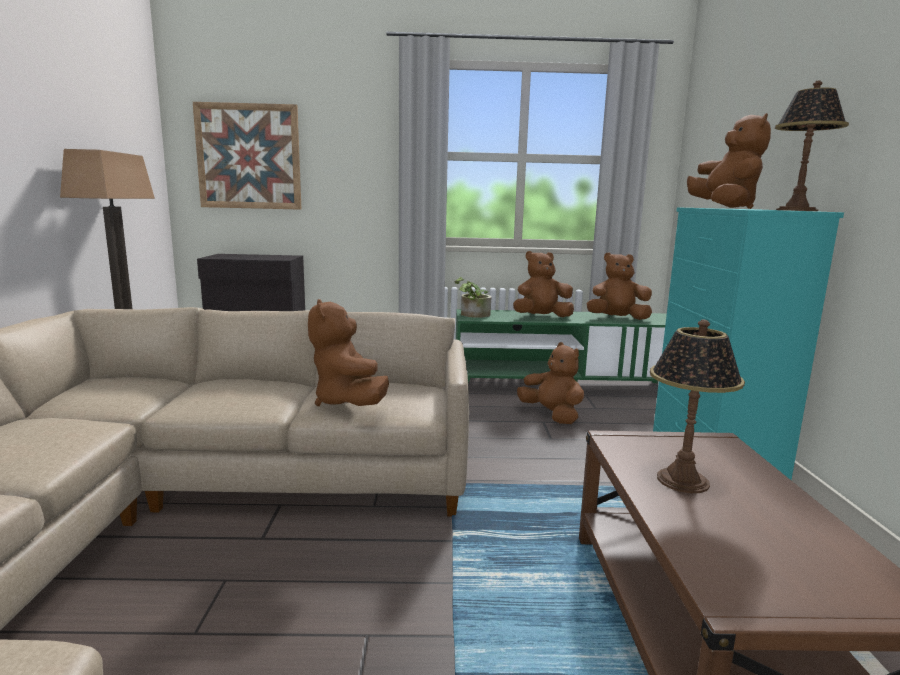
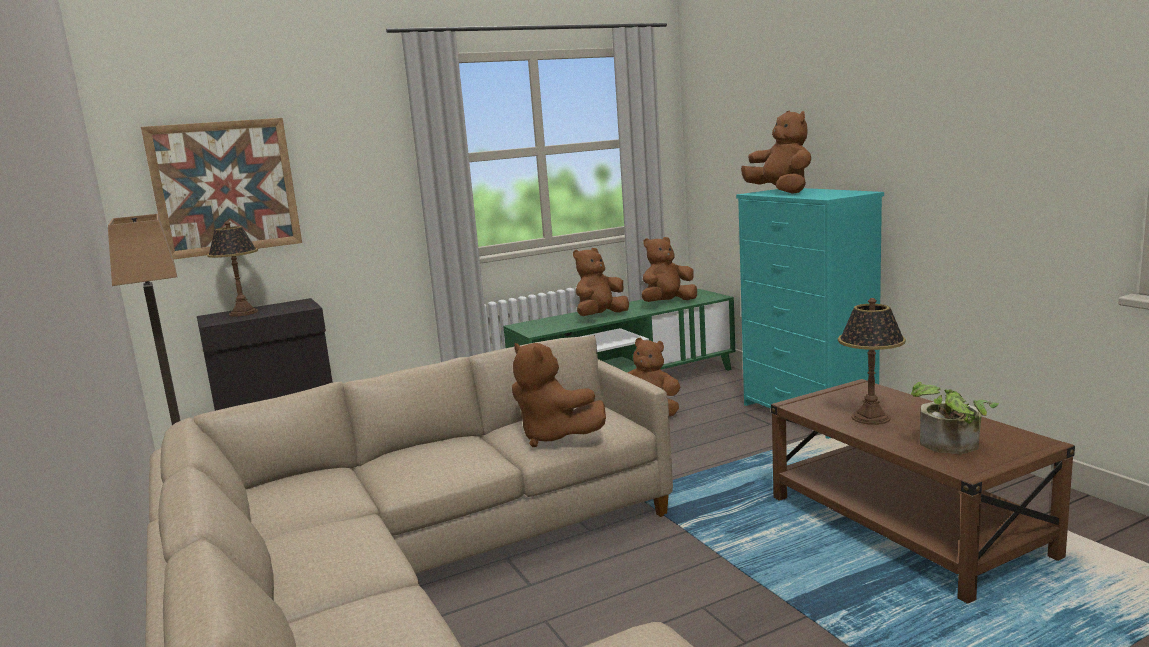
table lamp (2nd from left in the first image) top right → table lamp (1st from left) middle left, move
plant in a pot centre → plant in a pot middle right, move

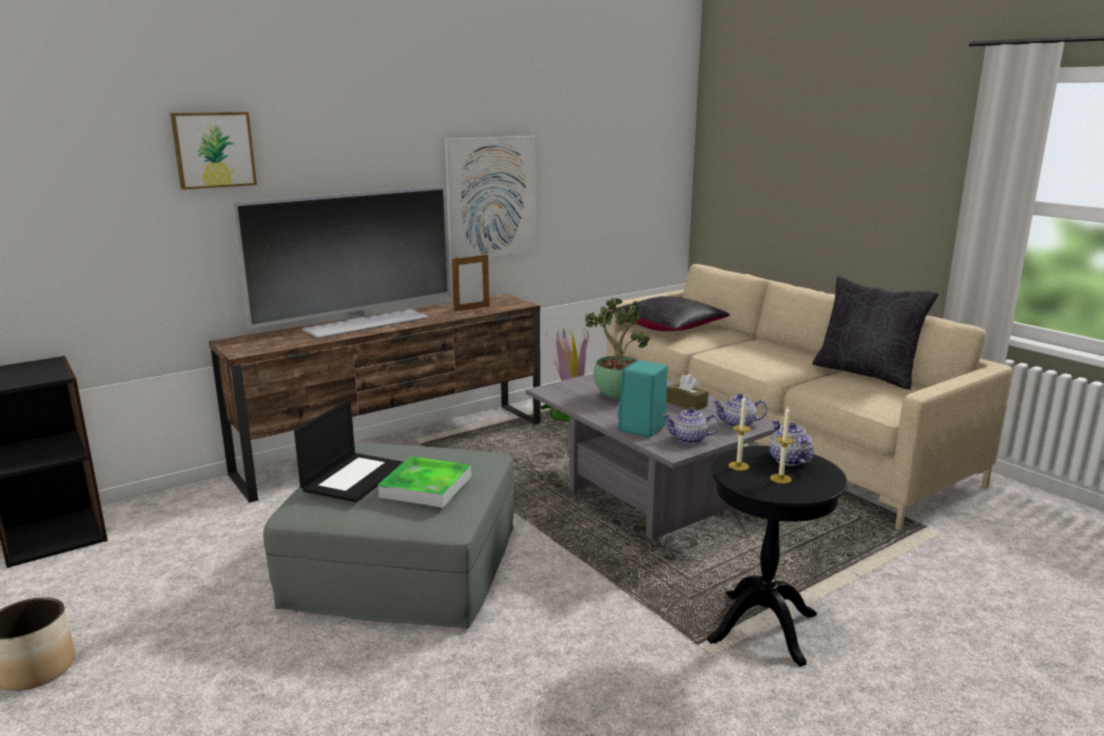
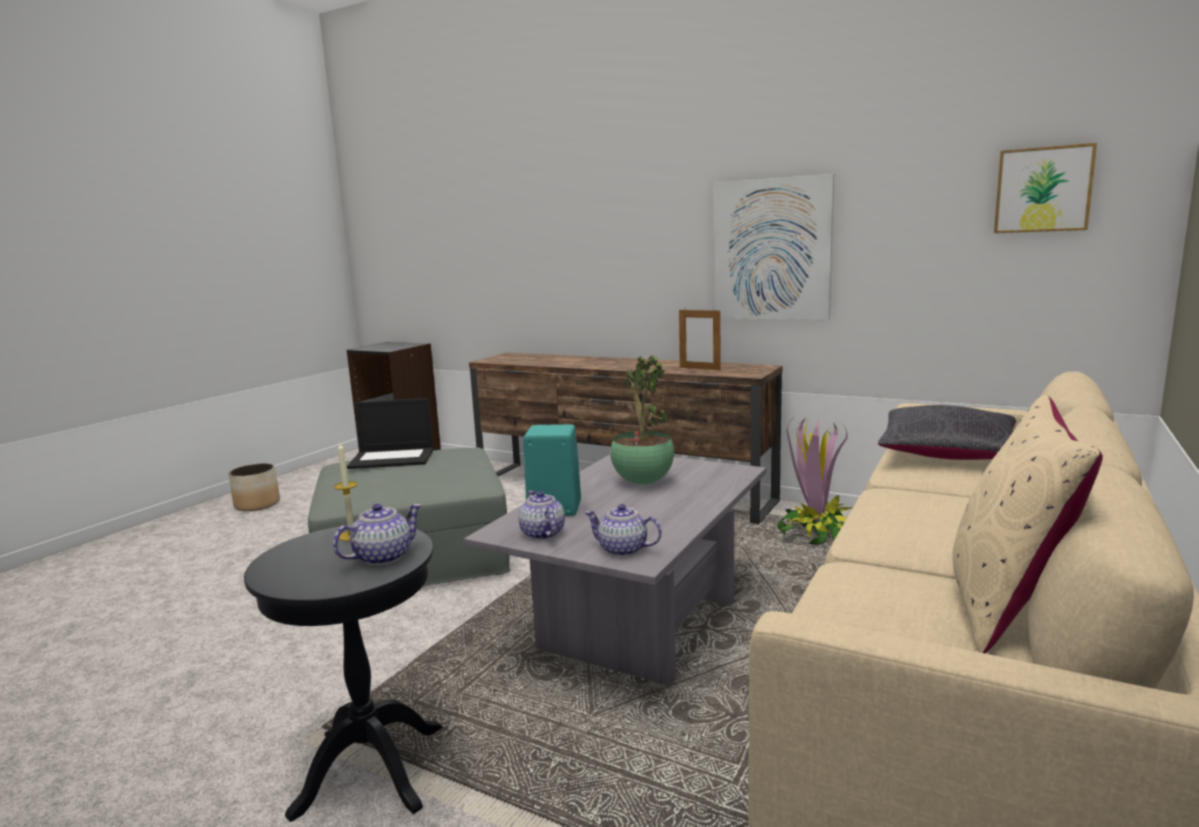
wall art (1st from left in the first image) top left → wall art (2nd from left) top right, move
TV set middle left → -
blackish cushion (2nd from left) middle right → beige-coloured cushion middle right
brownish box of tissues centre → -
tea pot (2nd from left in the first image) middle right → tea pot (3rd from left) centre, 45 degrees counterclockwise
wax light (2nd from left) middle right → -
serving tray centre → -

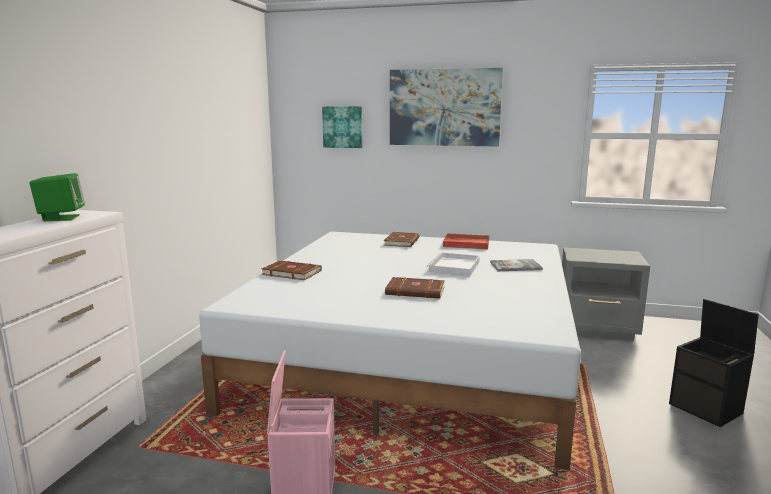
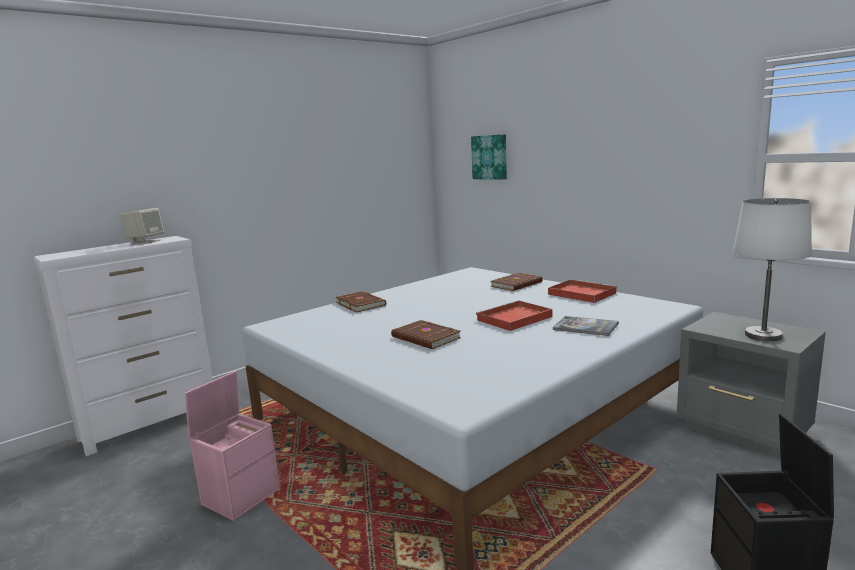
wall art (2nd from left) top centre → -
green speaker middle left → beige-coloured speaker middle left
whitish serving tray centre → reddish serving tray (1st from left) centre
- → whitish table lamp middle right

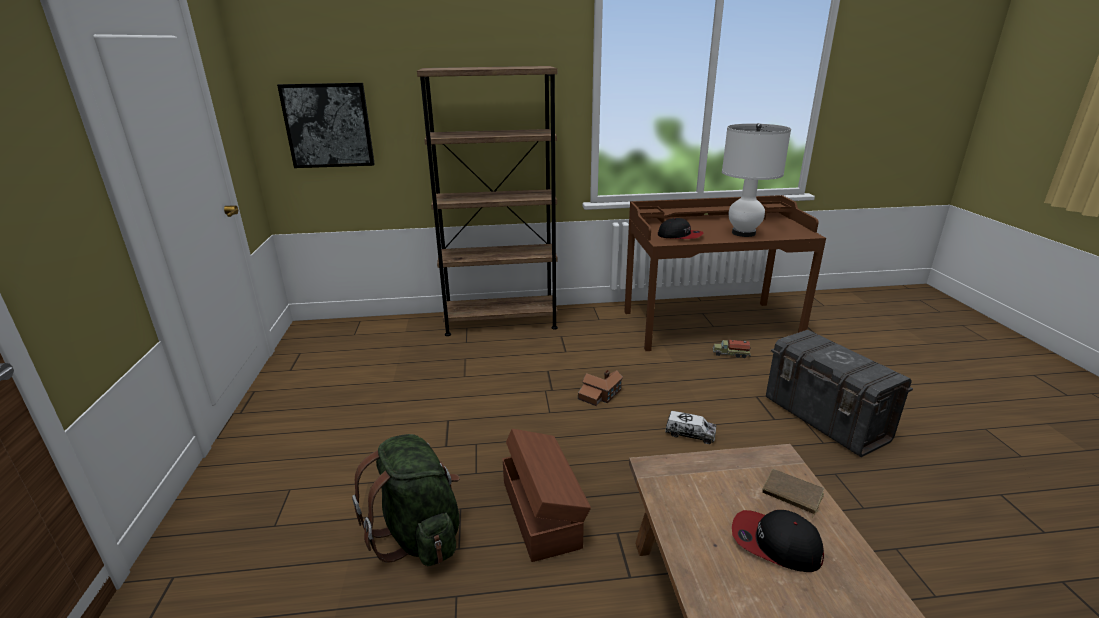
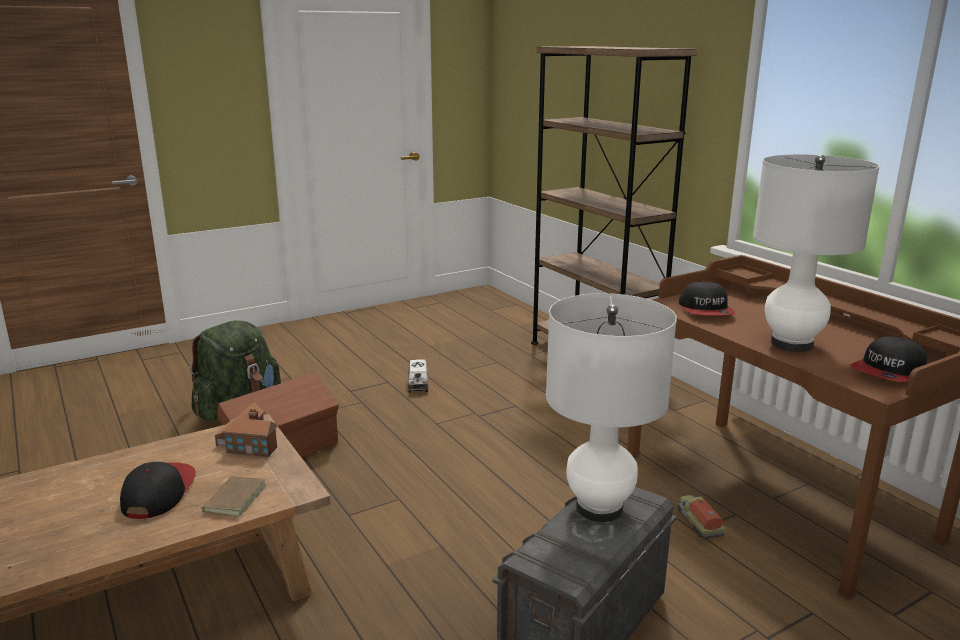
wall art top left → -
miniature house centre → miniature house bottom left, move
toy truck (1st from left) bottom centre → toy truck (1st from left) centre, move
- → whitish table lamp (1st from left) centre
- → baseball cap (3rd from left) middle right

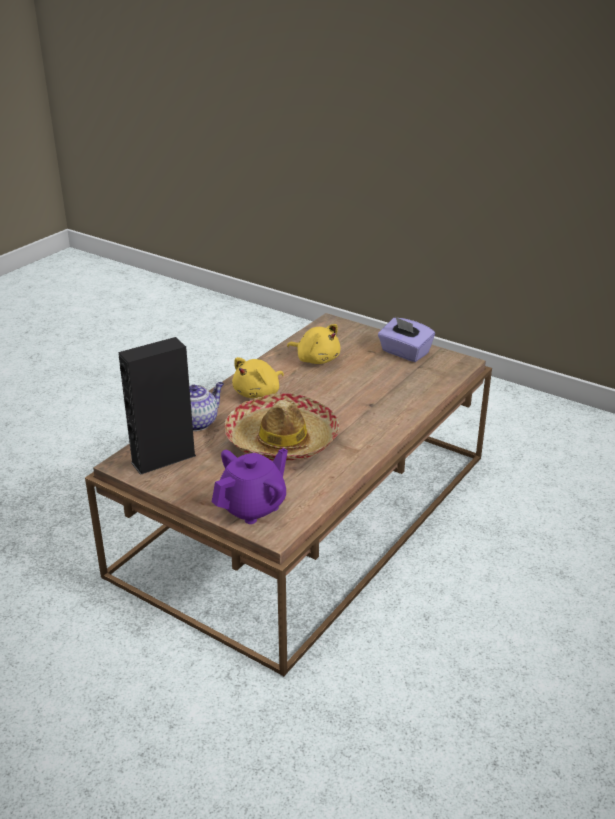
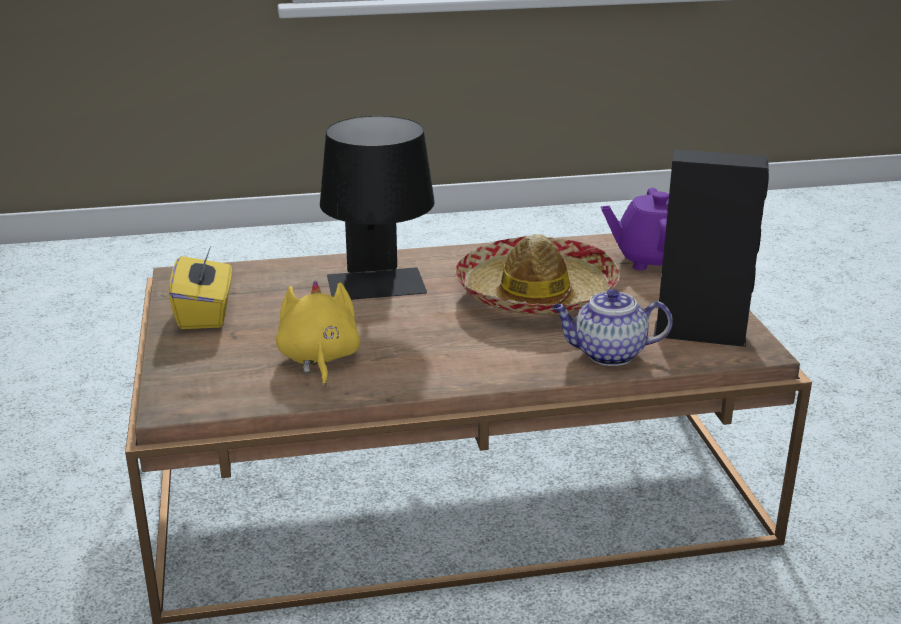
purplish box of tissues centre → yellow-coloured box of tissues middle left
yellow-coloured cuddly toy (1st from left) centre → -
- → blackish table lamp centre

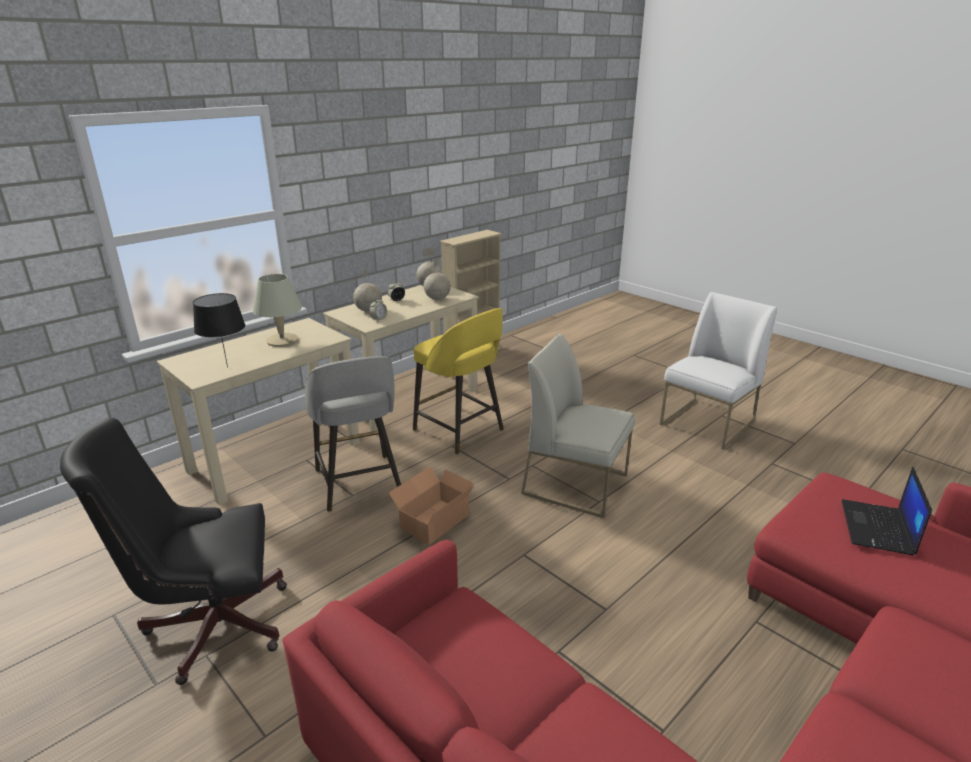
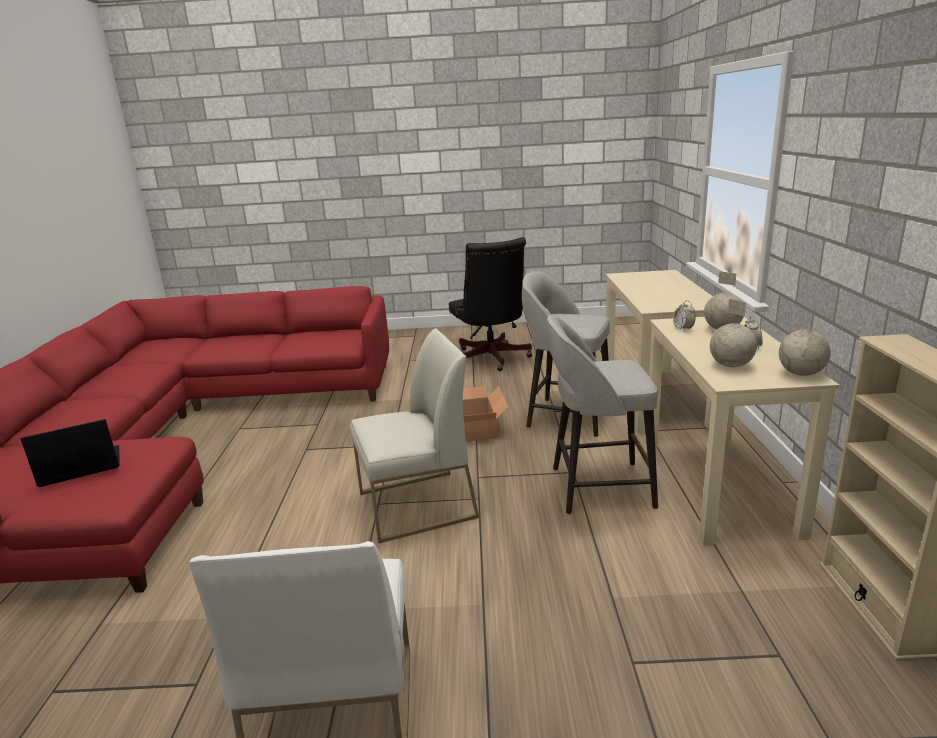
beige-coloured table lamp middle left → -
blackish table lamp middle left → -
yellow-coloured stool centre → gray stool (2nd from left) centre
blackish office chair bottom left → blackish office chair centre, 135 degrees clockwise
notebook computer bottom right → notebook computer middle left, 90 degrees counterclockwise

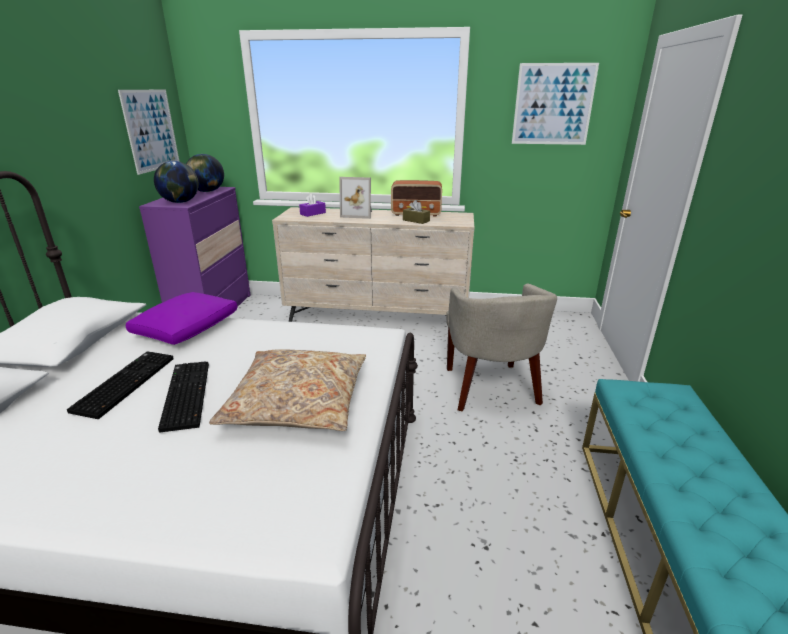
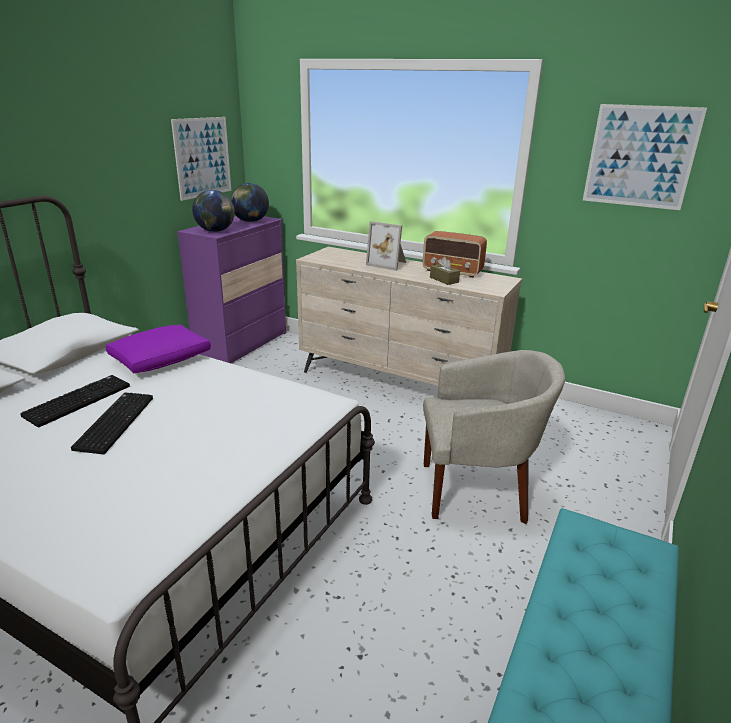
purplish box of tissues top centre → -
beige-coloured easy chair centre → beige-coloured easy chair middle right, 105 degrees counterclockwise
beige-coloured cushion centre → -

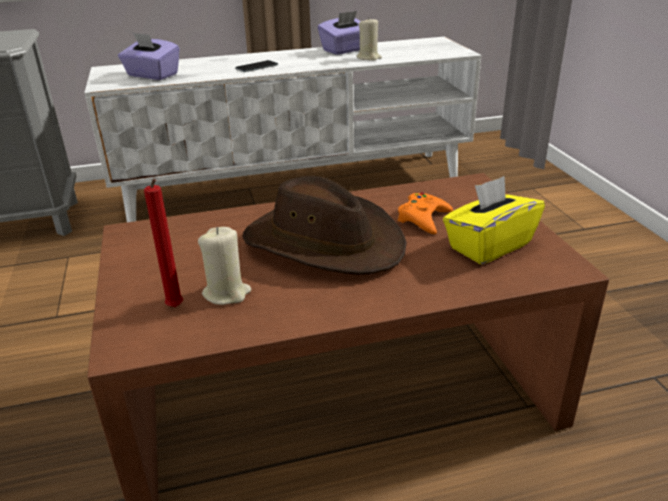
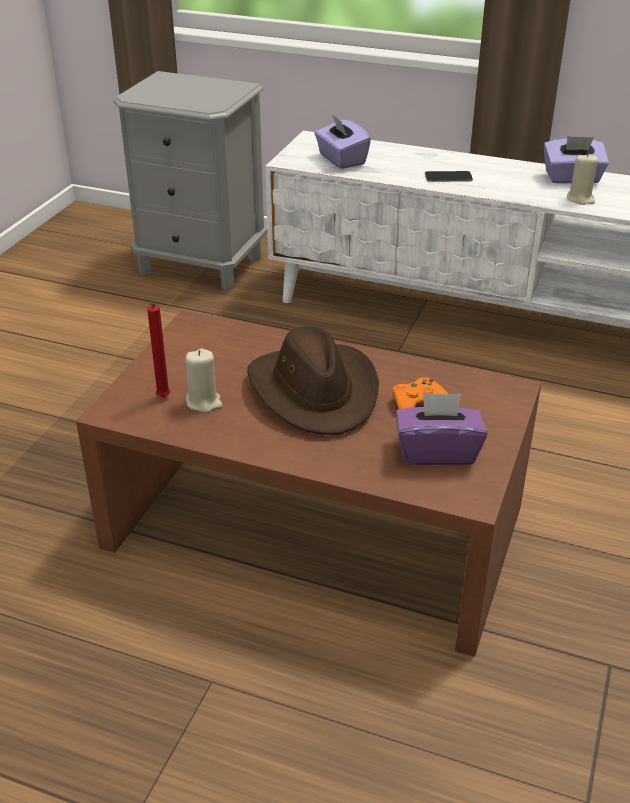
yellow-coloured box of tissues middle right → purplish box of tissues (2nd from left) middle right

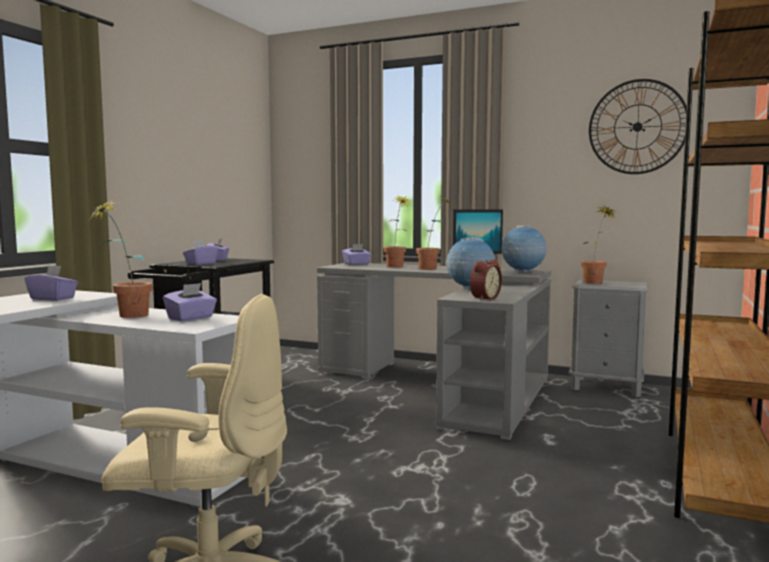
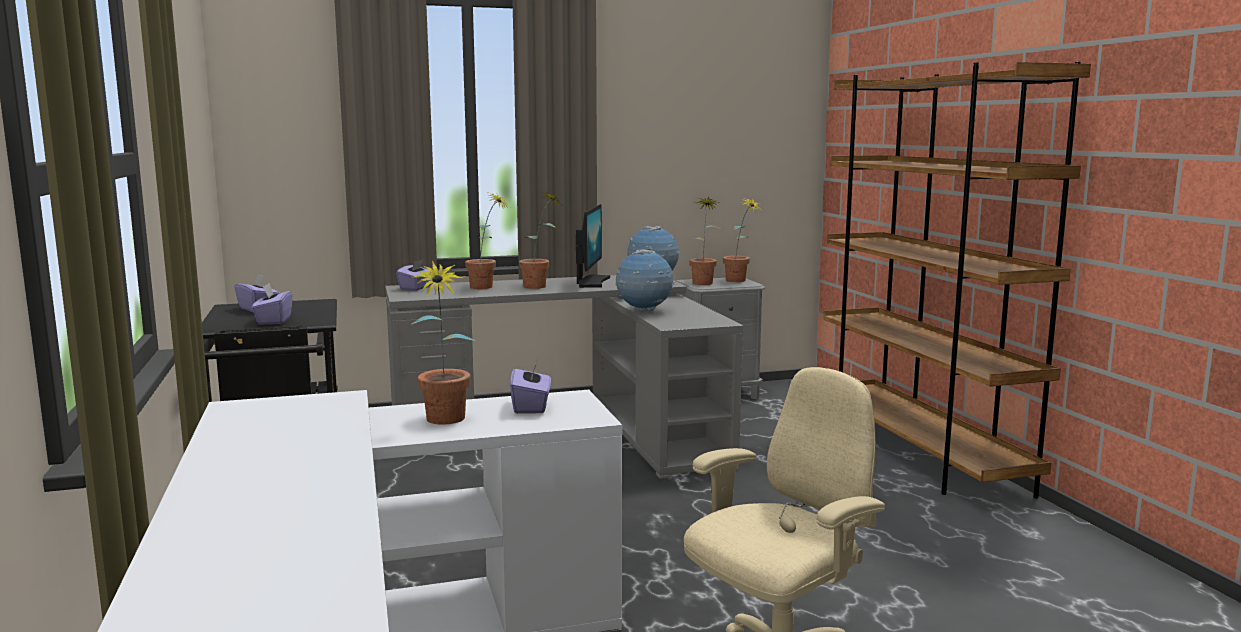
wall clock top right → -
alarm clock centre → -
purplish box of tissues (1st from left) middle left → -
- → plant in a pot (5th from left) centre

